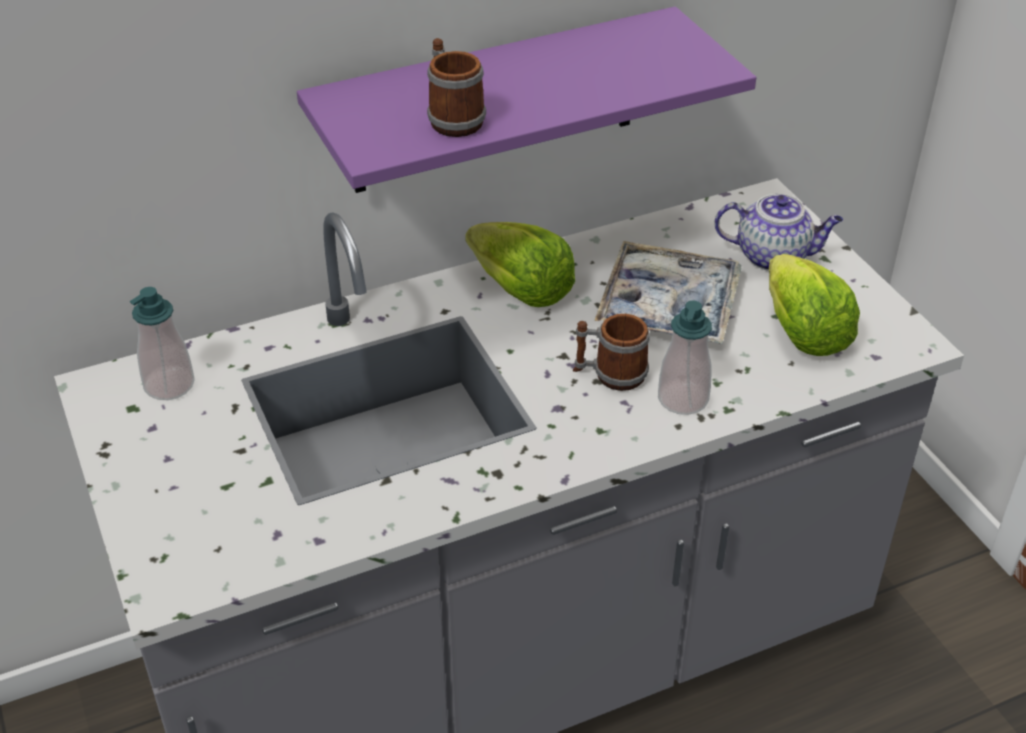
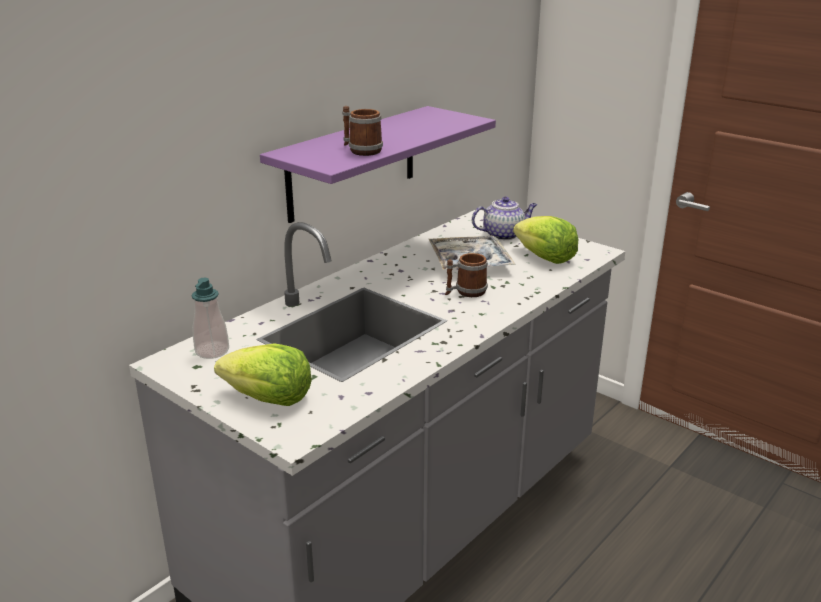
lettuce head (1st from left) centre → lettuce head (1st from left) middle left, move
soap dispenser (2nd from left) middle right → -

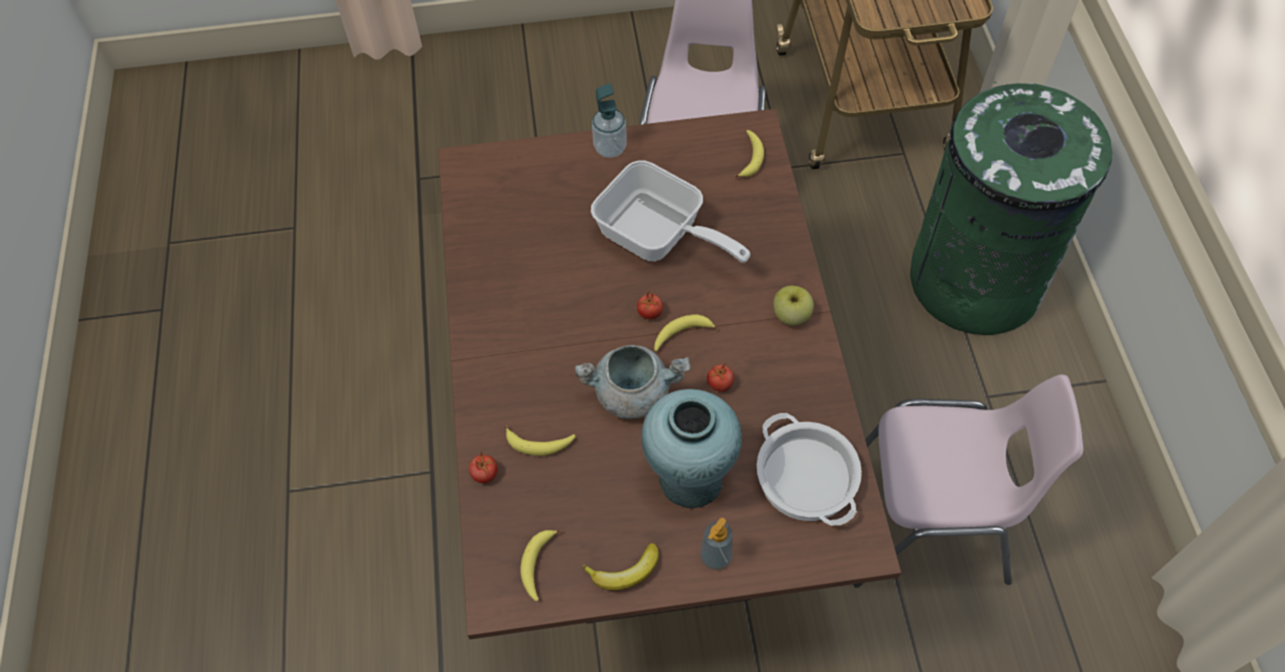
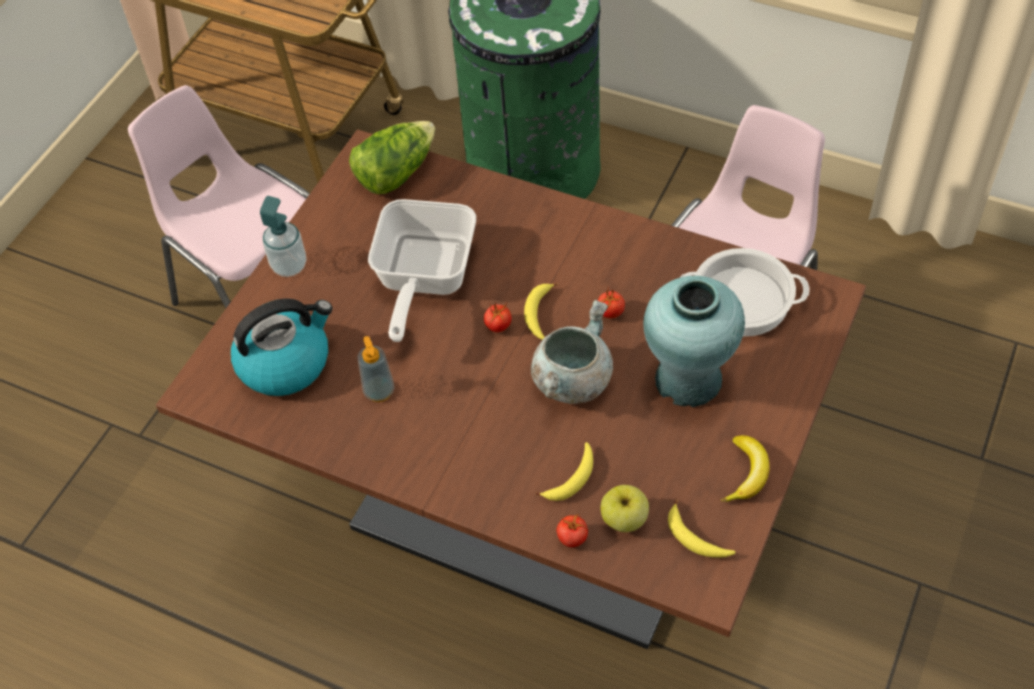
banana fruit (5th from left) top centre → lettuce head top centre
pan top centre → pan centre, 120 degrees clockwise
apple centre → apple bottom centre, move
soap dispenser (2nd from left) bottom centre → soap dispenser (2nd from left) centre, move
- → tea kettle middle left

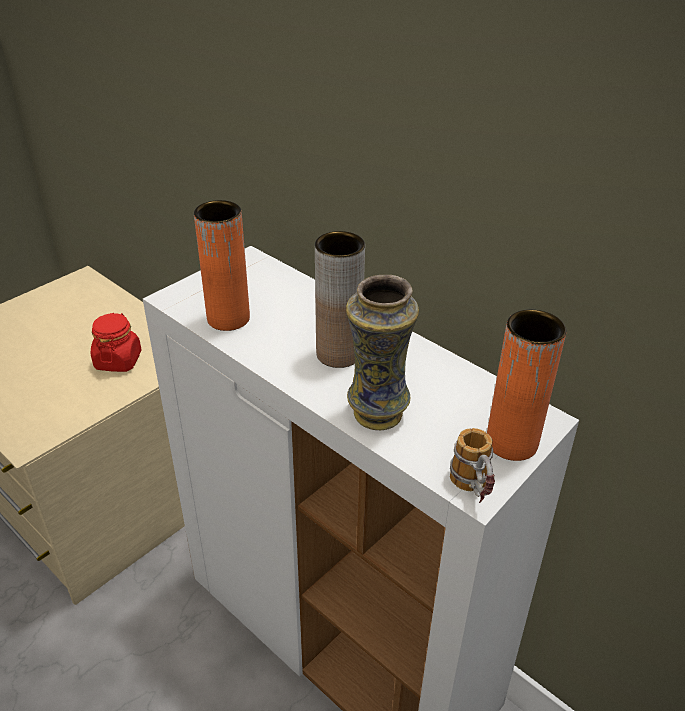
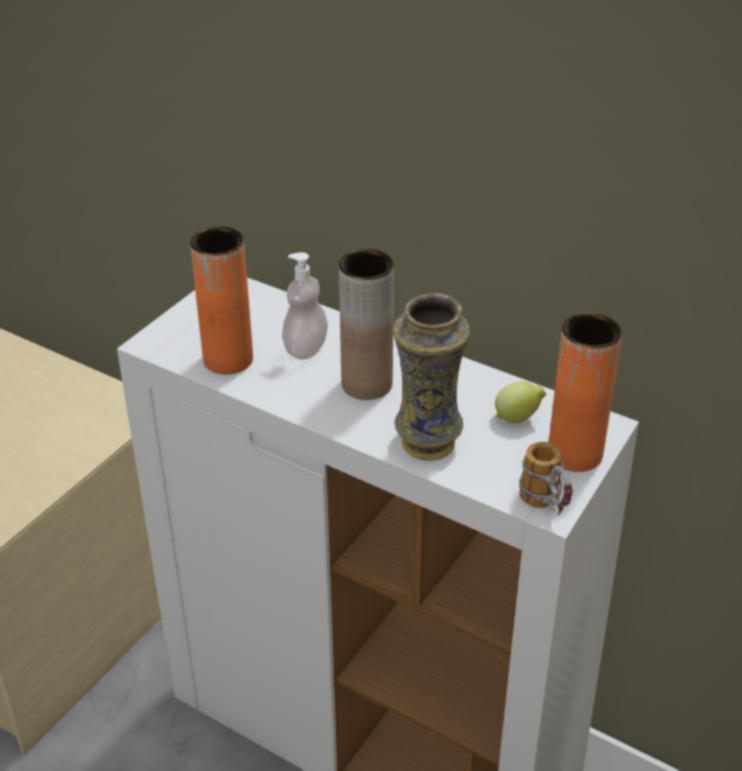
reddish jar middle left → -
- → soap dispenser centre
- → whole lemon middle right

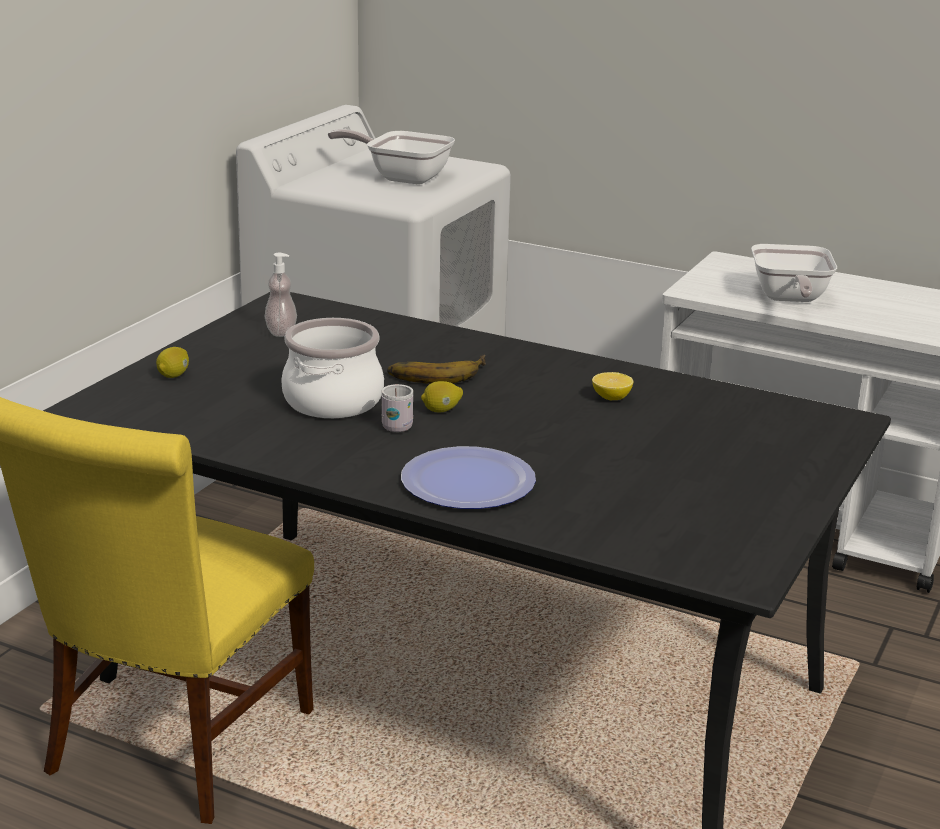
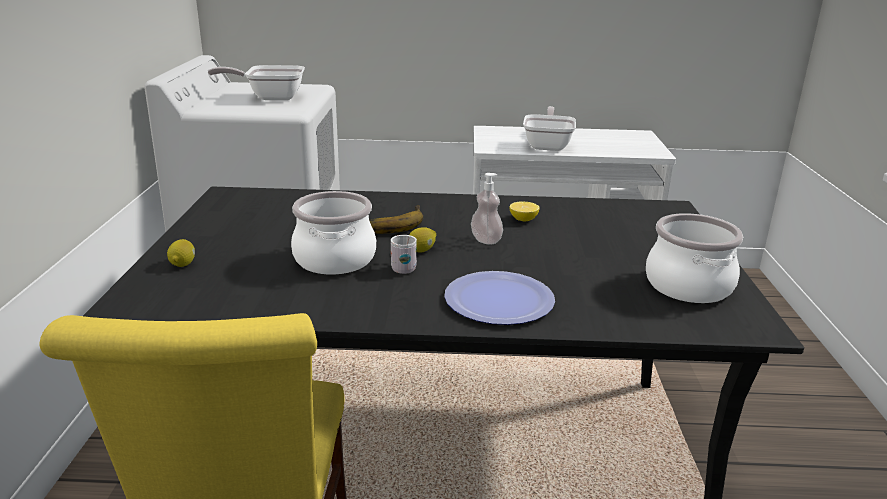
pan (2nd from left) top right → pan (2nd from left) top centre, 150 degrees counterclockwise
soap dispenser middle left → soap dispenser centre, move
- → cooking pot (2nd from left) middle right

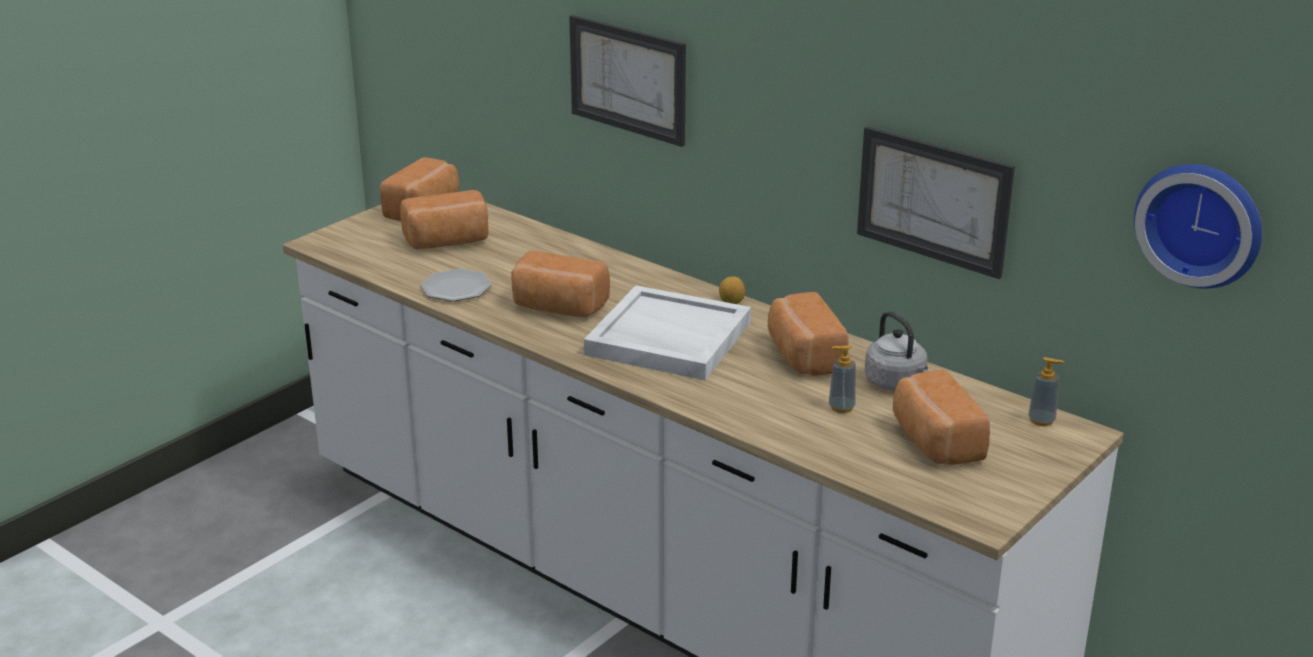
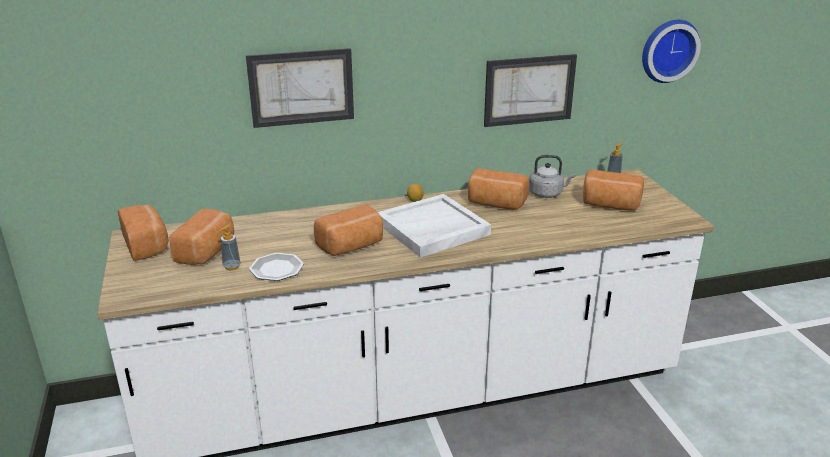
soap dispenser (1st from left) centre → soap dispenser (1st from left) middle left, move

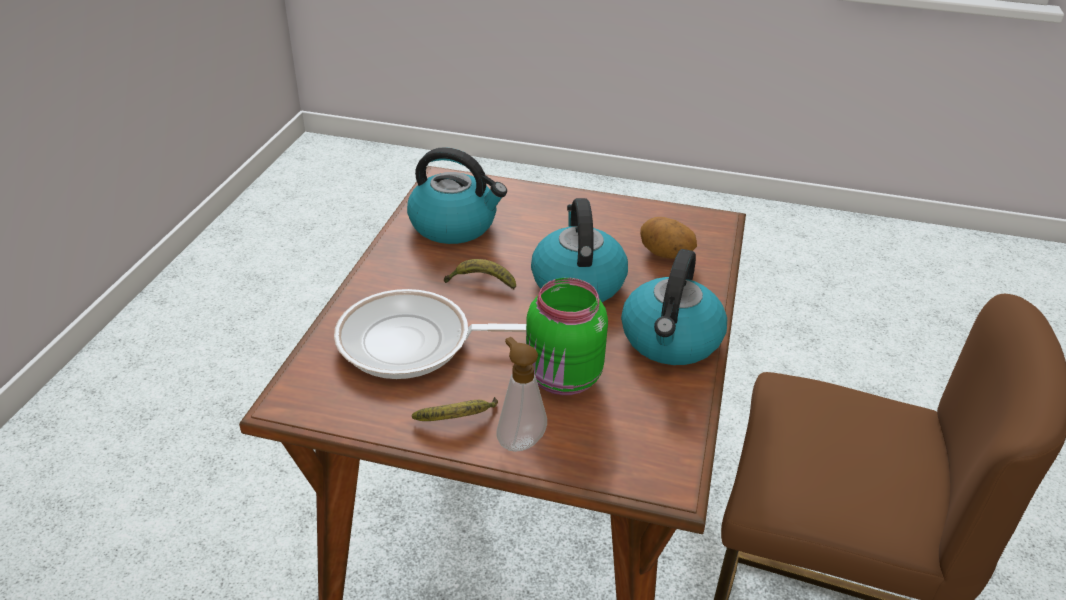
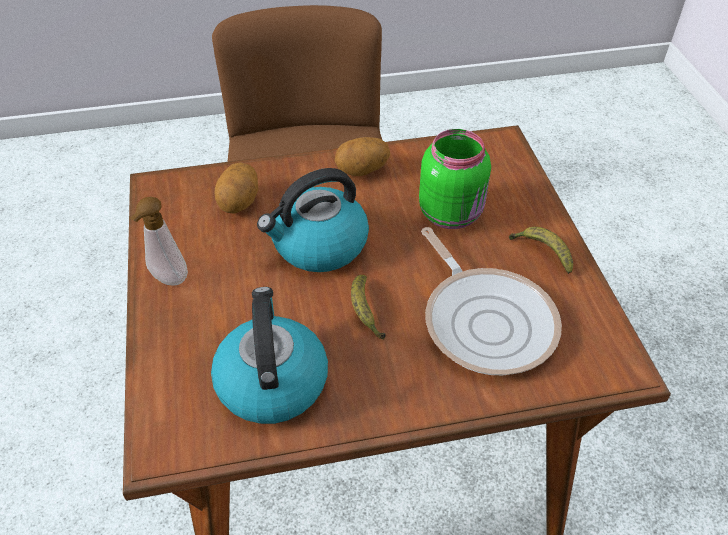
tea kettle (3rd from left) centre → spud (2nd from left) top centre
soap dispenser centre → soap dispenser middle left, move

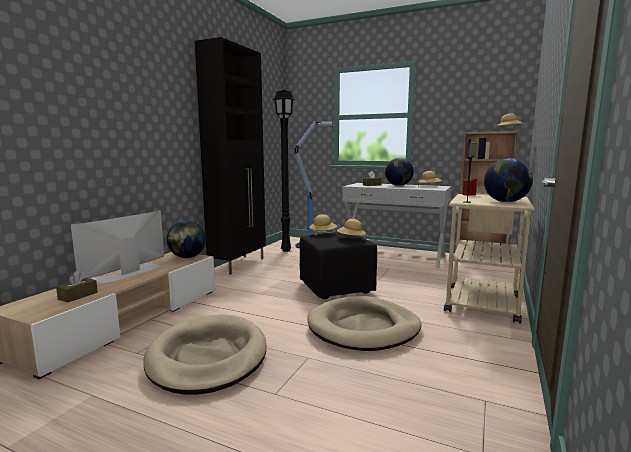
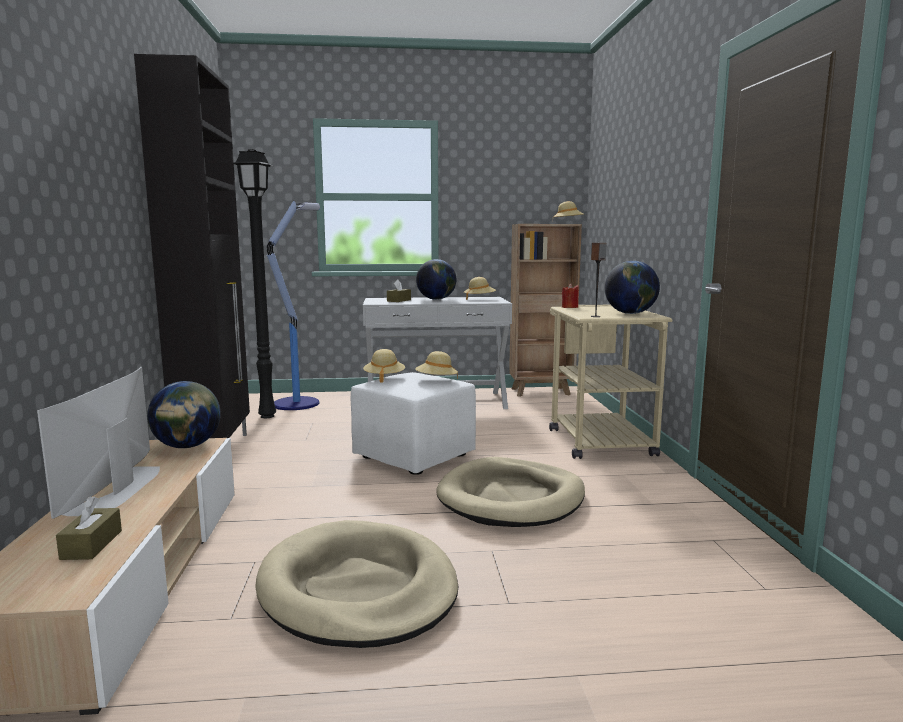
blackish footrest centre → whitish footrest centre

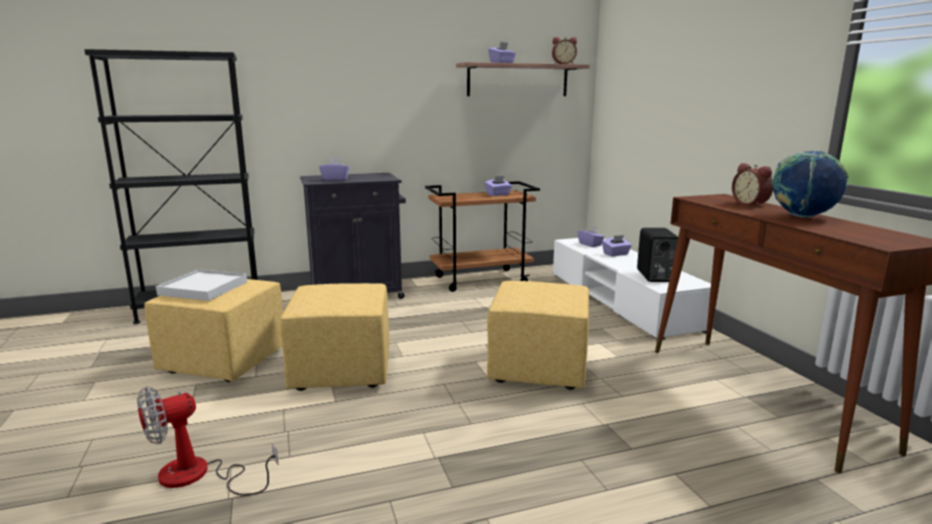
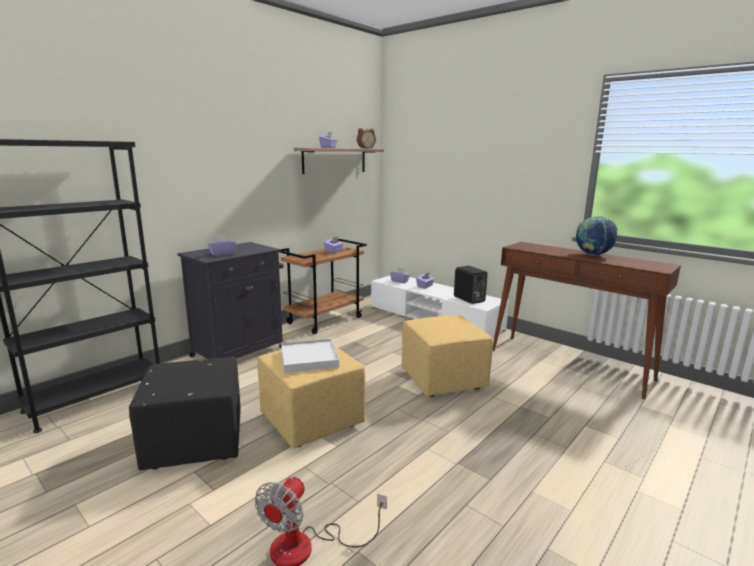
alarm clock (2nd from left) middle right → -
whitish serving tray middle left → whitish serving tray centre, move
yellow-coloured footrest (1st from left) middle left → blackish footrest bottom left

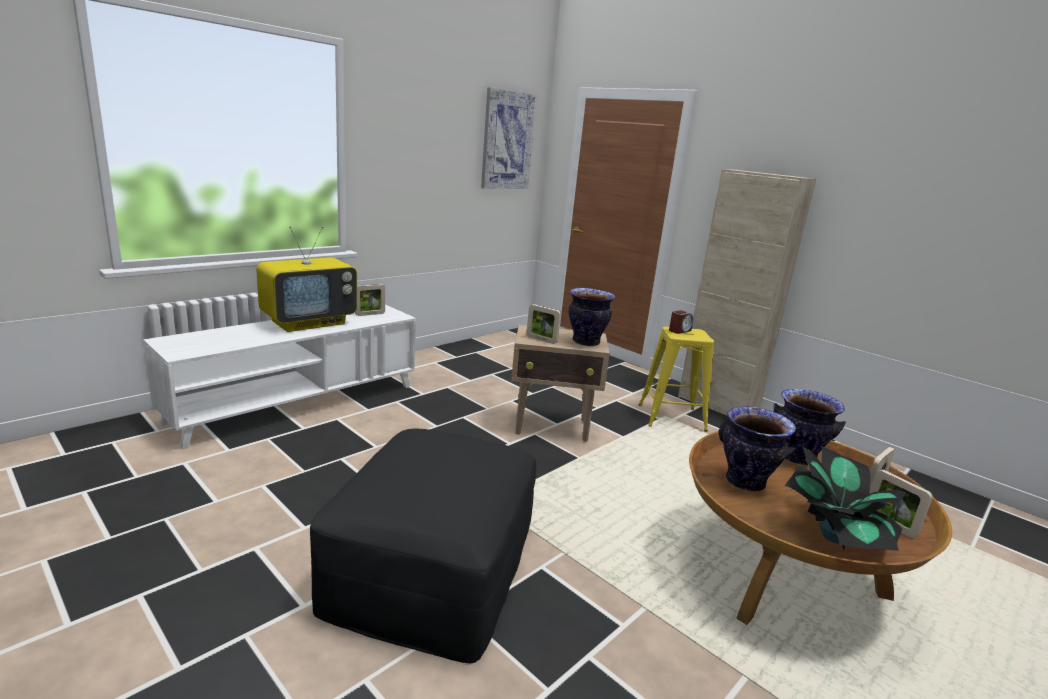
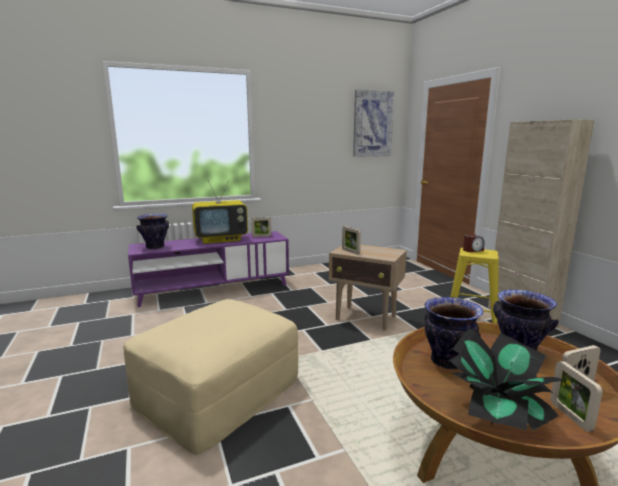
decorative vase (1st from left) centre → decorative vase (1st from left) middle left, move
whitish media console middle left → purplish media console centre
blackish footrest bottom centre → beige-coloured footrest bottom centre

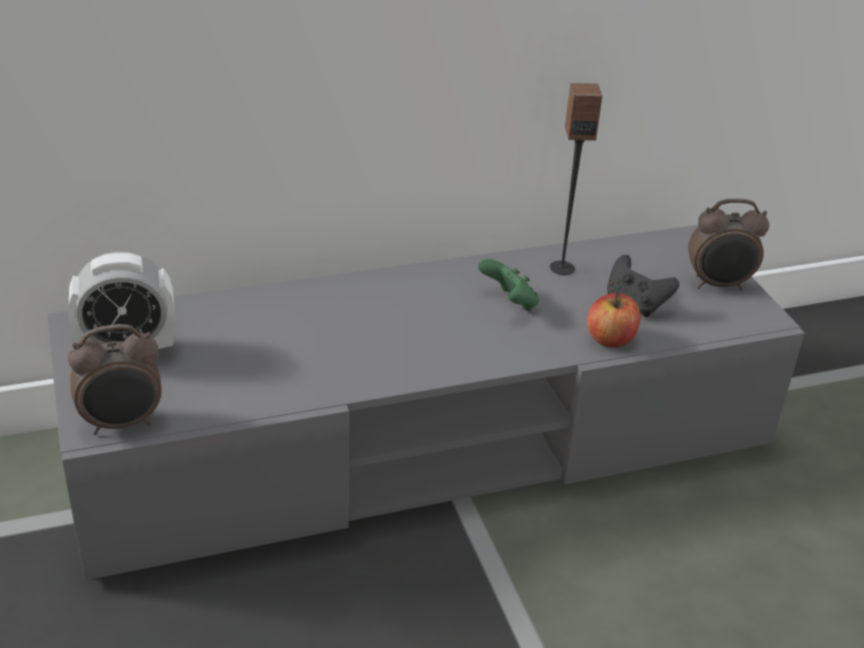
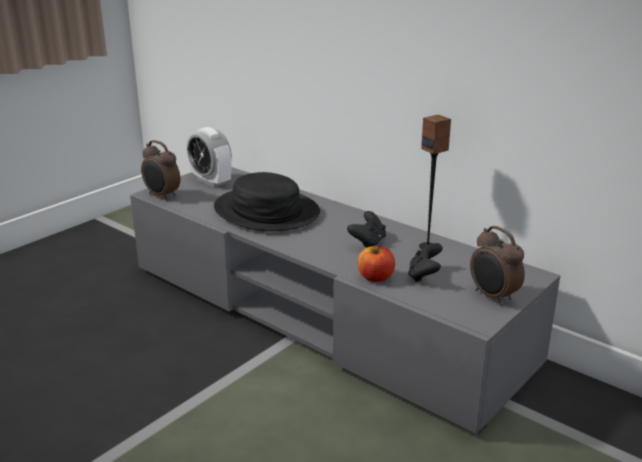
green gamepad centre → blackish gamepad (1st from left) centre
- → blackish hat centre

